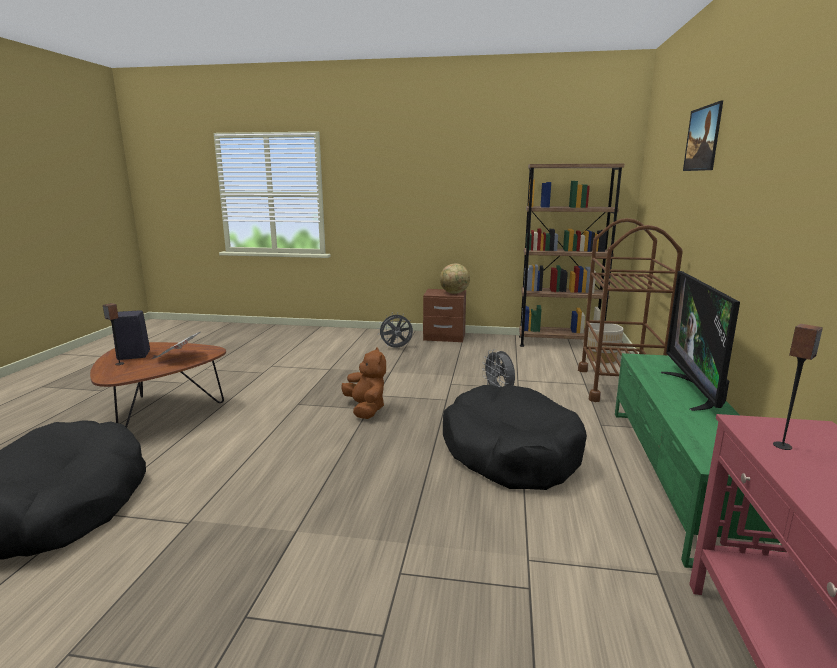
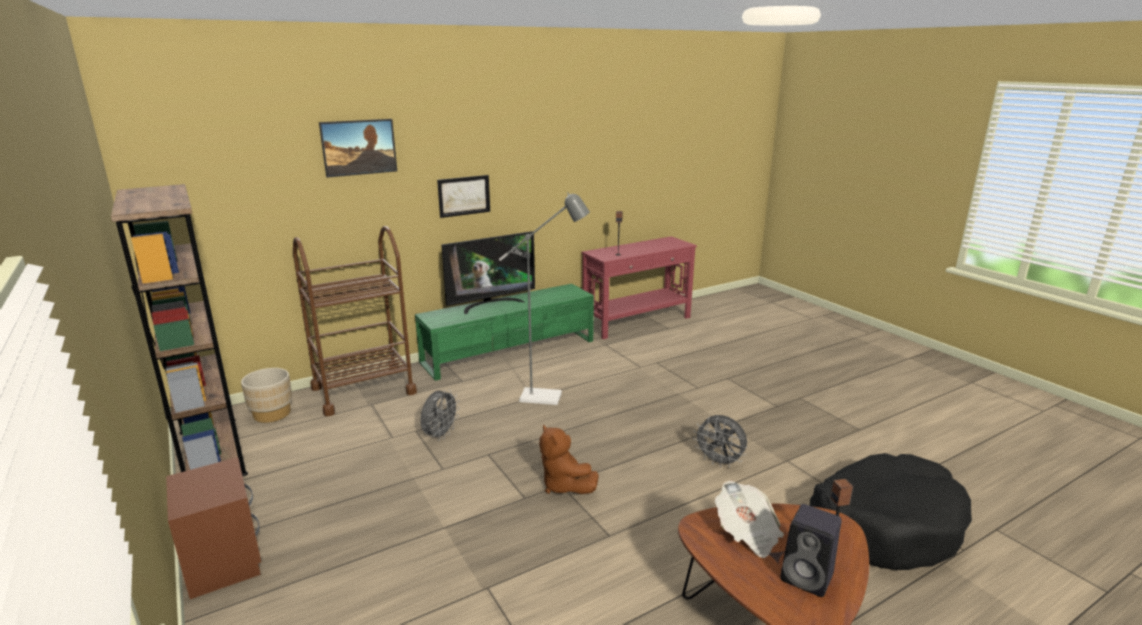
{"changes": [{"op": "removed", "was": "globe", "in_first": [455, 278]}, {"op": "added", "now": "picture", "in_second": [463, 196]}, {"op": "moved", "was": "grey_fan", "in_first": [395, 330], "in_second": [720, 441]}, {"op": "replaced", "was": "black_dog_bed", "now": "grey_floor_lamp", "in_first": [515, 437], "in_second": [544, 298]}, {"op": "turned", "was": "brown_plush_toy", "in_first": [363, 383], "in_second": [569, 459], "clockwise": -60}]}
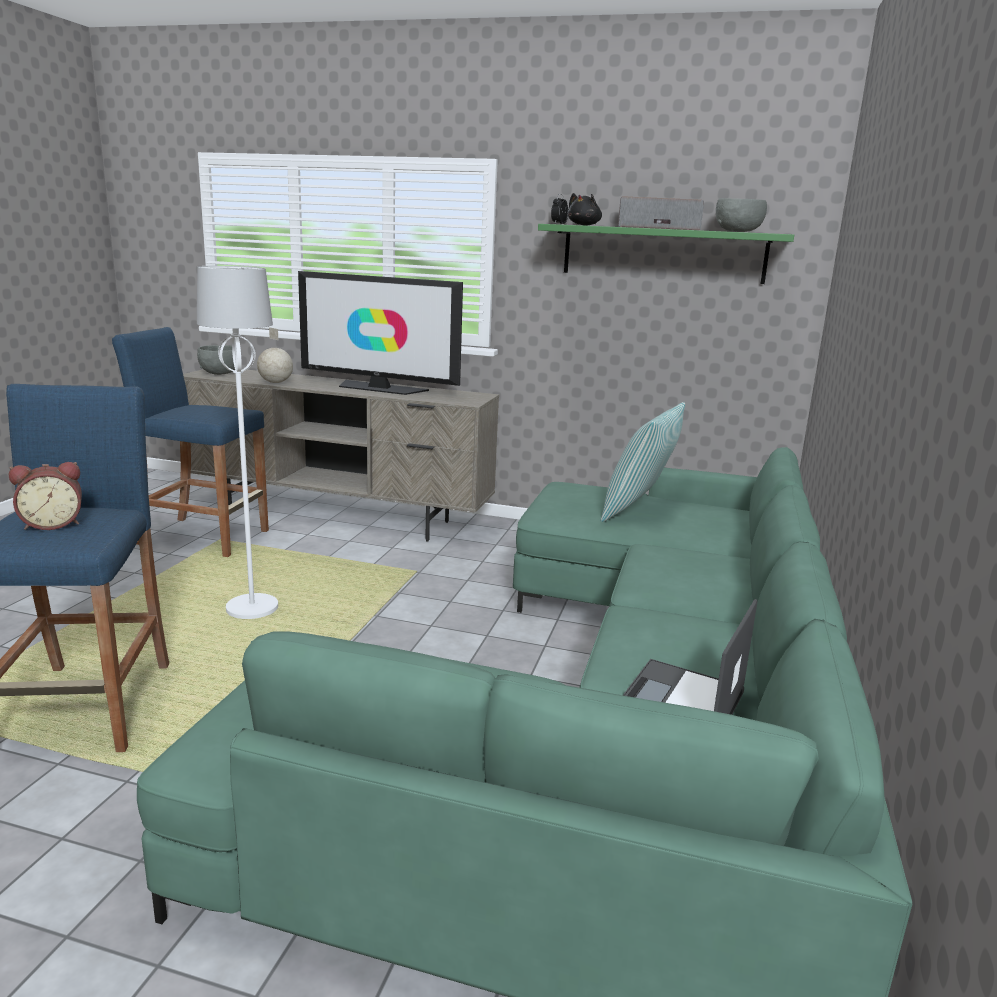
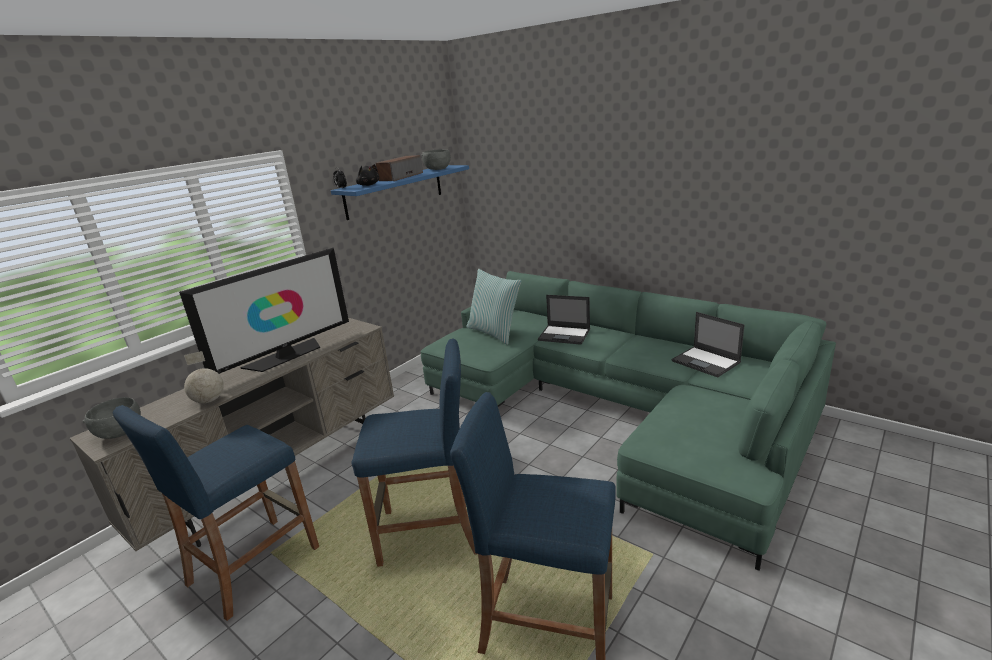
{"changes": [{"op": "removed", "was": "alarm_clock", "in_first": [45, 496]}, {"op": "added", "now": "laptop", "in_second": [564, 320]}, {"op": "replaced", "was": "white_floor_lamp", "now": "blue_stool", "in_first": [237, 442], "in_second": [414, 452]}, {"op": "recoloured", "was": "green_shelf", "now": "blue_shelf", "in_first": [666, 254], "in_second": [400, 192]}]}
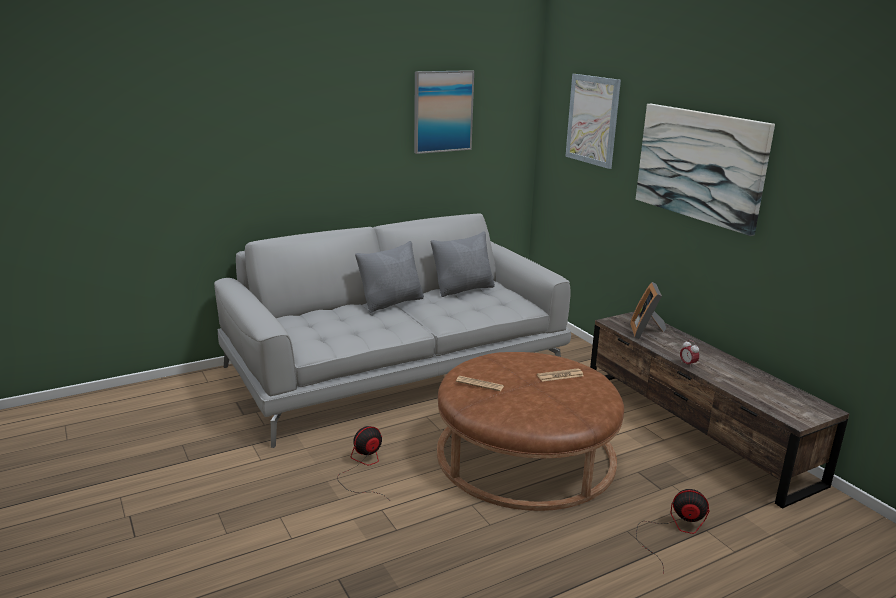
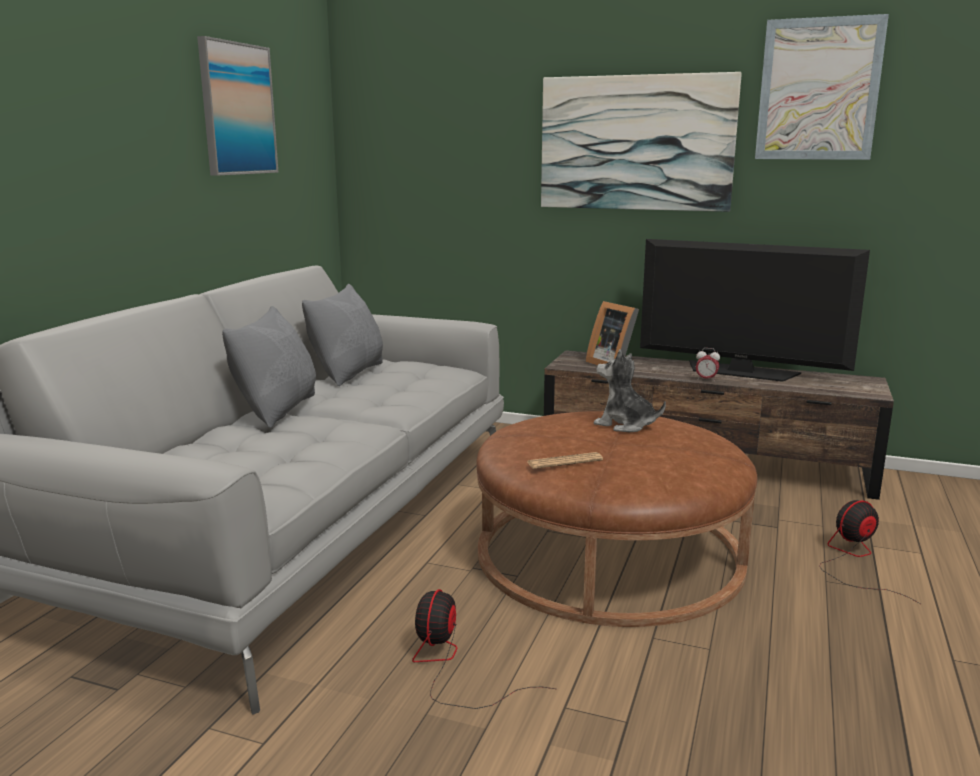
{"changes": [{"op": "added", "now": "television", "in_second": [755, 310]}, {"op": "moved", "was": "picture", "in_first": [593, 121], "in_second": [822, 87]}, {"op": "replaced", "was": "newspaper", "now": "plush_toy", "in_first": [560, 375], "in_second": [630, 390]}]}
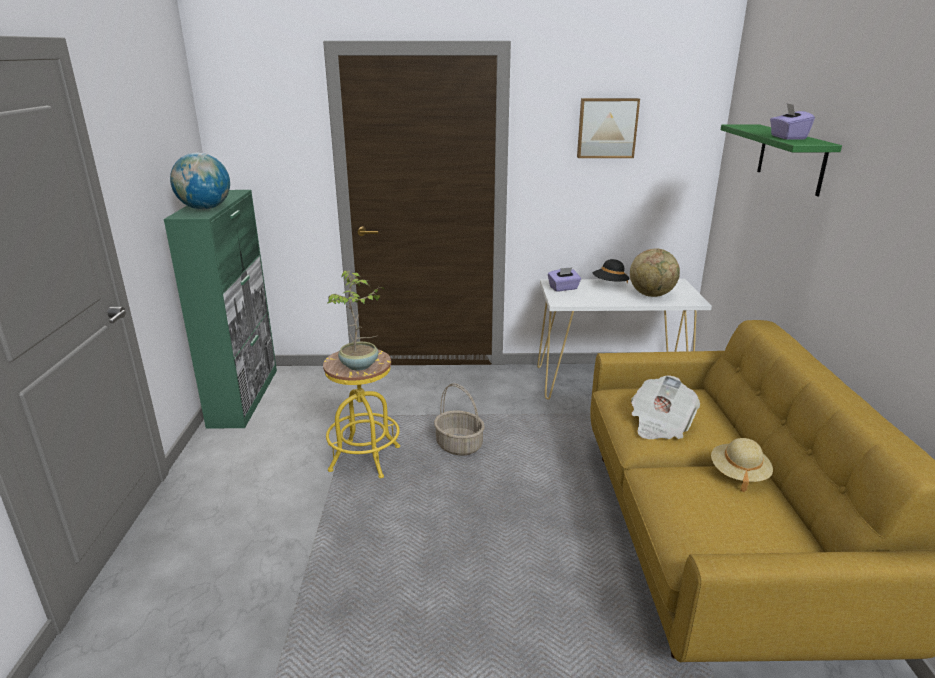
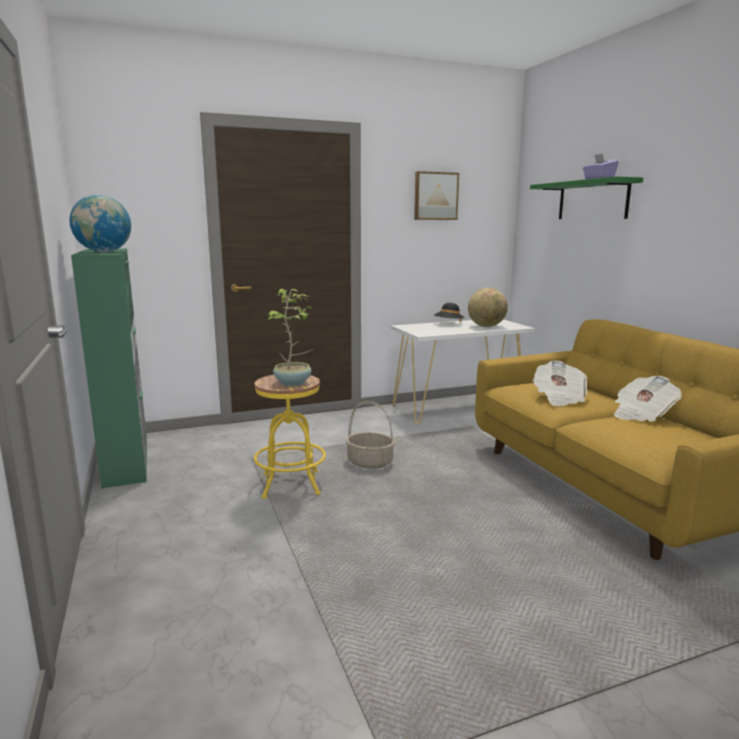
{"changes": [{"op": "removed", "was": "purple_tissue_box", "in_first": [564, 279]}, {"op": "replaced", "was": "beige_hat", "now": "newspaper", "in_first": [742, 465], "in_second": [648, 399]}]}
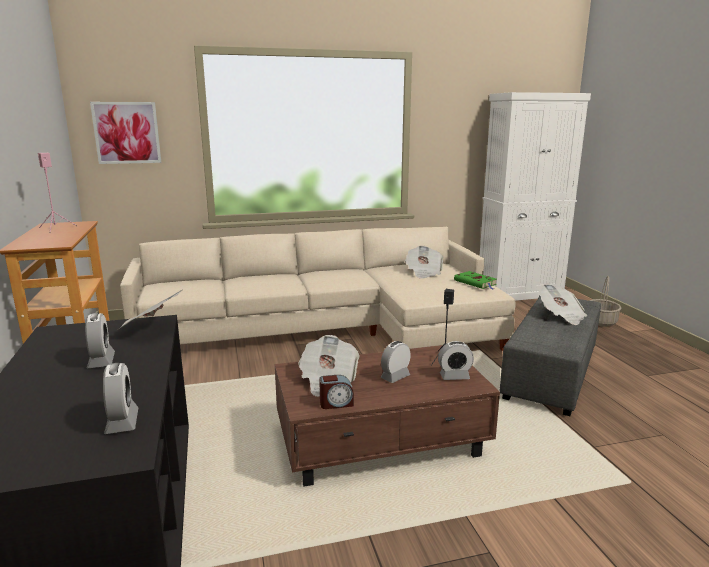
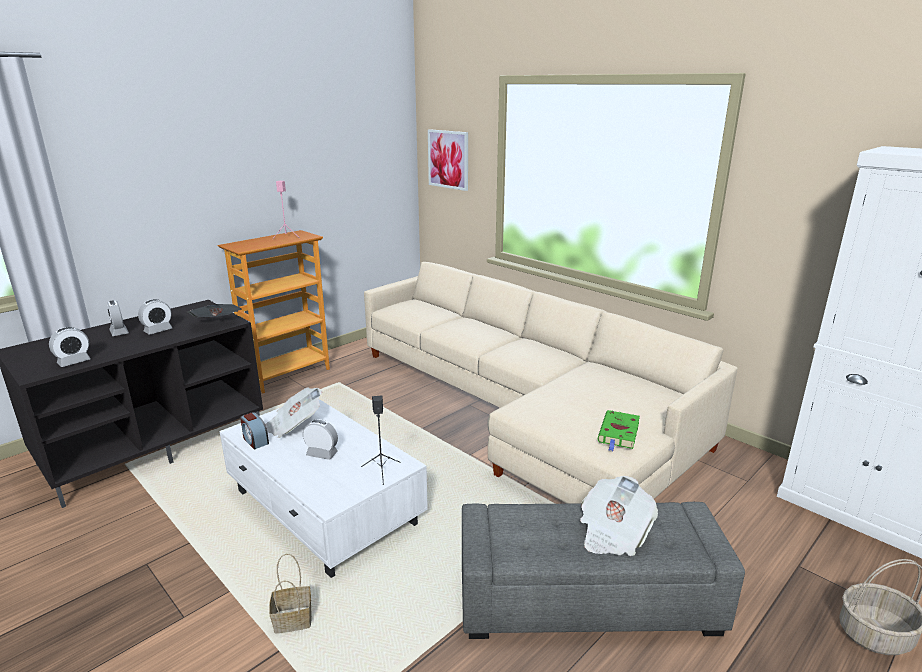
{"changes": [{"op": "removed", "was": "newspaper", "in_first": [424, 262]}, {"op": "added", "now": "basket", "in_second": [290, 593]}, {"op": "moved", "was": "alarm_clock", "in_first": [456, 360], "in_second": [118, 318]}, {"op": "recoloured", "was": "brown_coffee_table", "now": "white_coffee_table", "in_first": [387, 416], "in_second": [324, 488]}]}
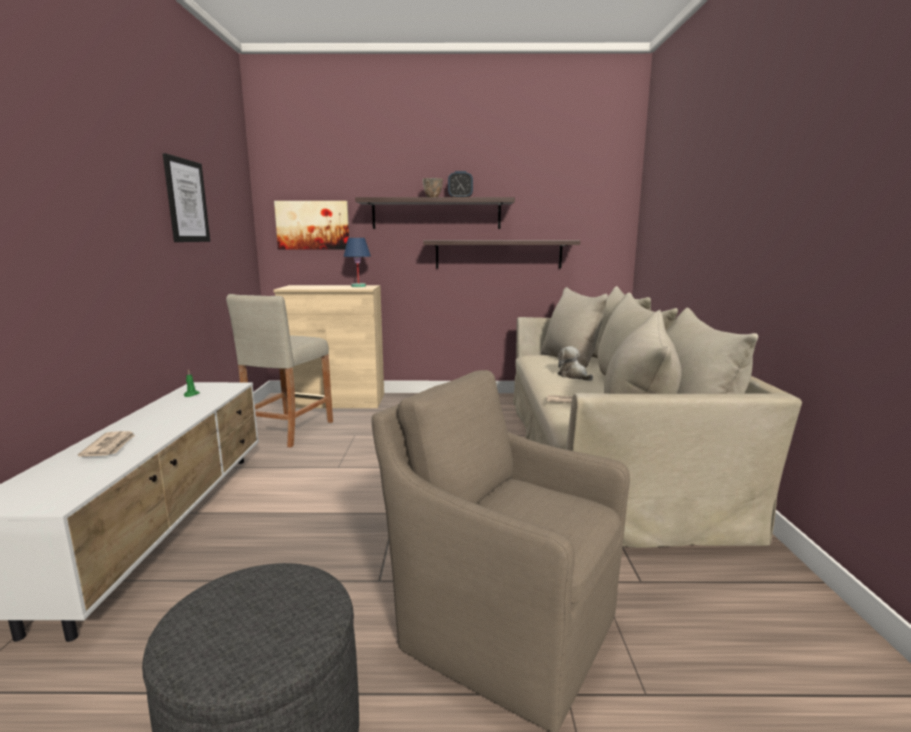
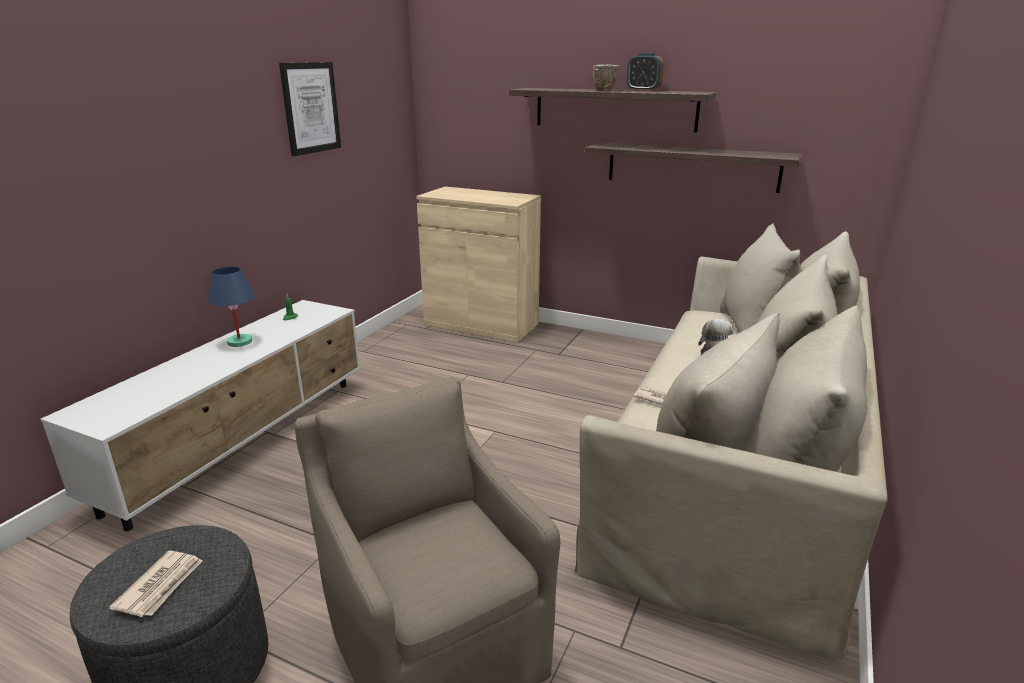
{"changes": [{"op": "removed", "was": "beige_stool", "in_first": [279, 371]}, {"op": "removed", "was": "picture", "in_first": [311, 225]}, {"op": "moved", "was": "newspaper", "in_first": [106, 444], "in_second": [156, 584]}, {"op": "moved", "was": "blue_table_lamp", "in_first": [357, 262], "in_second": [231, 306]}]}
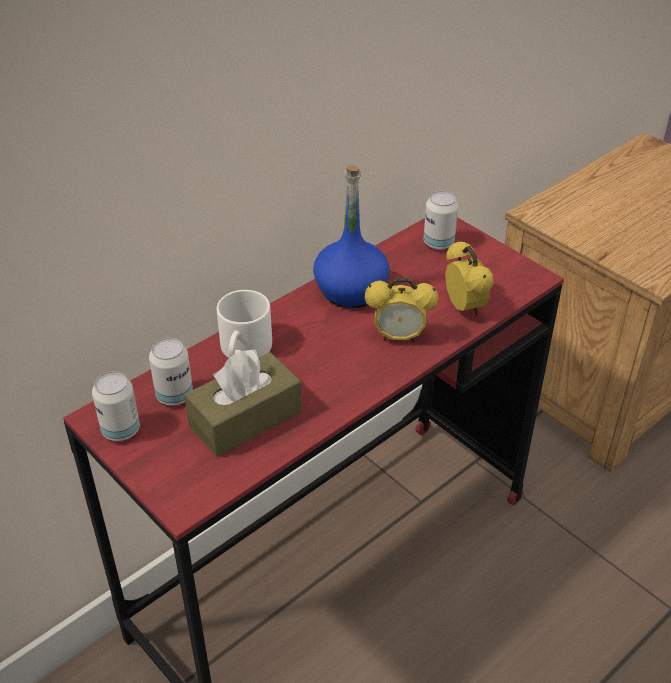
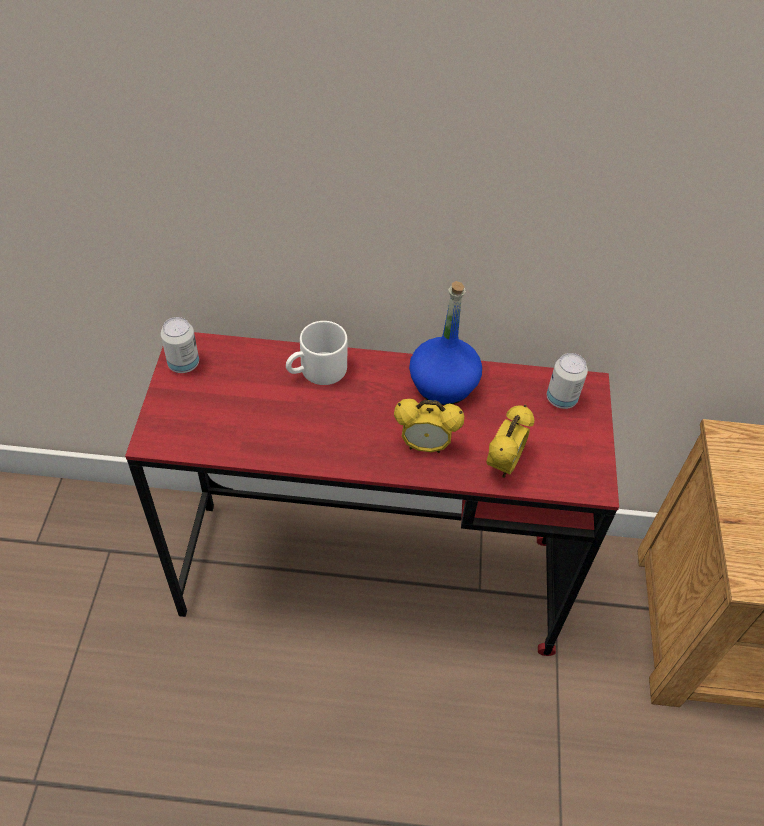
{"changes": [{"op": "removed", "was": "can", "in_first": [171, 371]}, {"op": "removed", "was": "brown_tissue_box", "in_first": [243, 403]}, {"op": "turned", "was": "alarm_clock", "in_first": [401, 310], "in_second": [429, 426], "clockwise": -45}]}
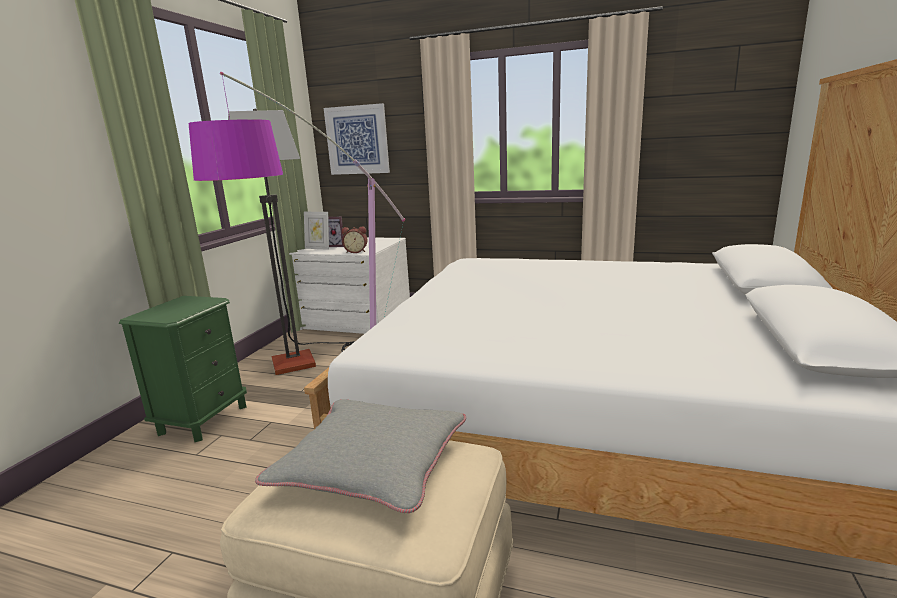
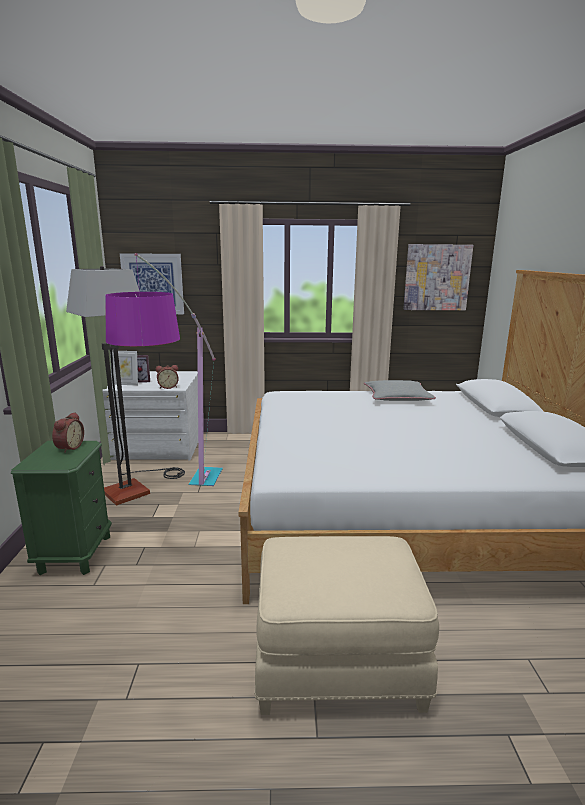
{"changes": [{"op": "added", "now": "alarm_clock", "in_second": [68, 432]}, {"op": "added", "now": "picture", "in_second": [438, 277]}, {"op": "moved", "was": "grey_pillow", "in_first": [360, 456], "in_second": [400, 390]}]}
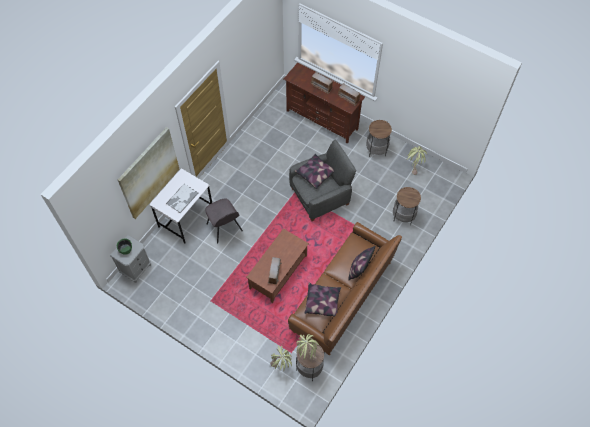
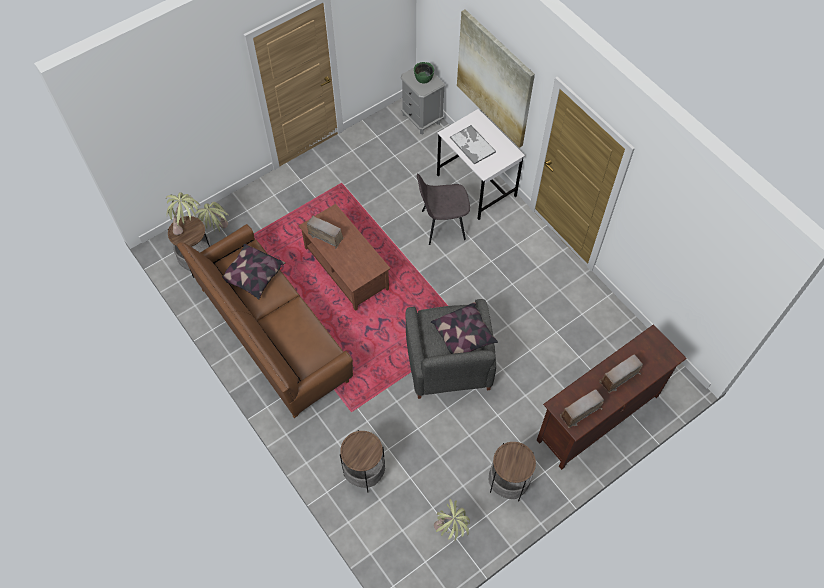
{"changes": [{"op": "removed", "was": "pillow", "in_first": [361, 263]}]}
